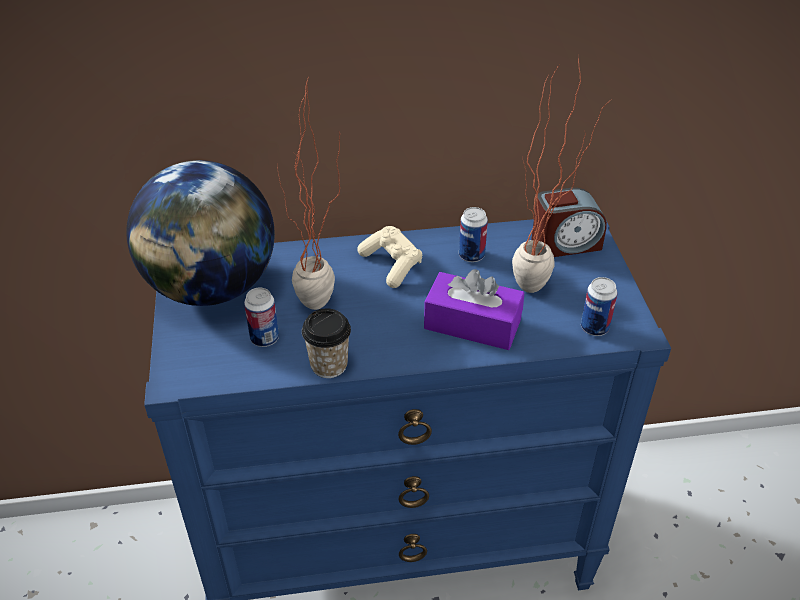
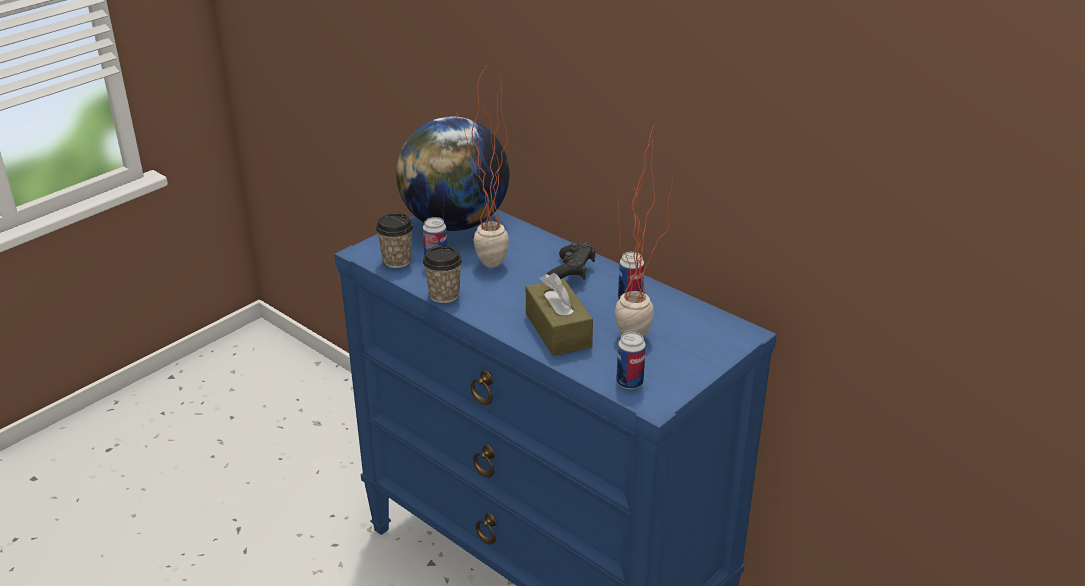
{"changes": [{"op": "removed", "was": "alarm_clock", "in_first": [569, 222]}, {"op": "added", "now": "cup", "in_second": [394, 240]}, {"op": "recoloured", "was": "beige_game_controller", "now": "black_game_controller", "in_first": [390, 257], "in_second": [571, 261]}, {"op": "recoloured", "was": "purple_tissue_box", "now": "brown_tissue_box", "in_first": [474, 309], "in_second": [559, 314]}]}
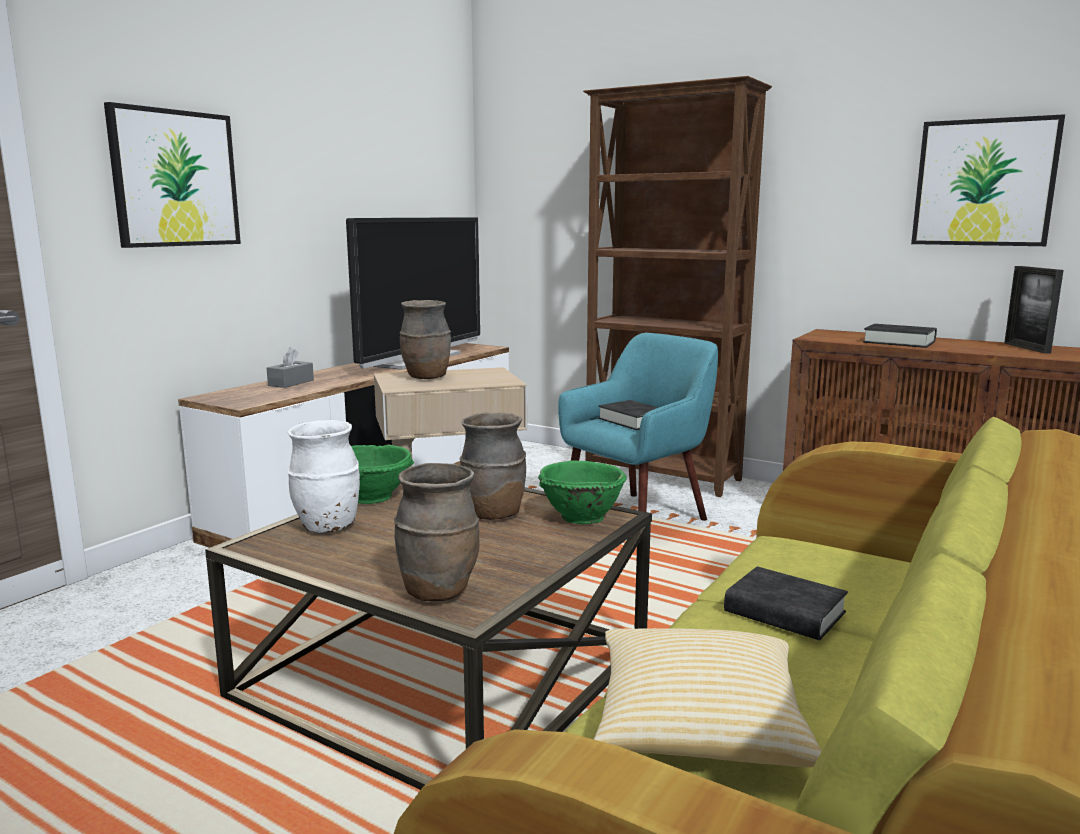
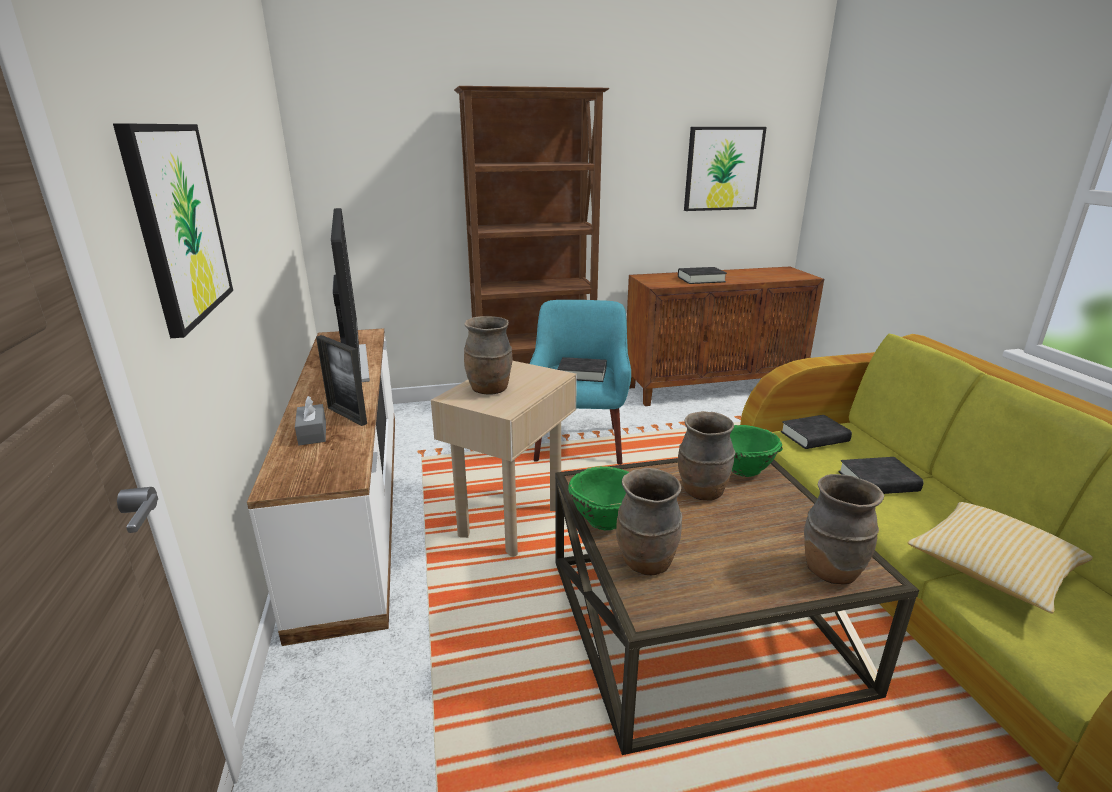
{"changes": [{"op": "added", "now": "black_book", "in_second": [816, 432]}, {"op": "moved", "was": "picture_frame", "in_first": [1034, 310], "in_second": [341, 380]}, {"op": "recoloured", "was": "white_vase", "now": "brown_vase", "in_first": [324, 476], "in_second": [649, 521]}]}
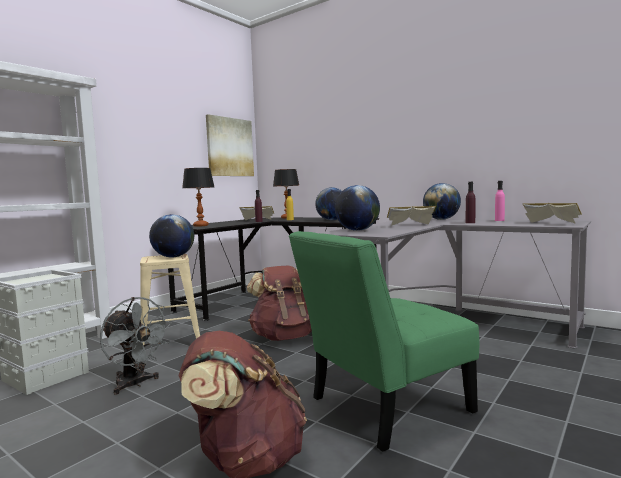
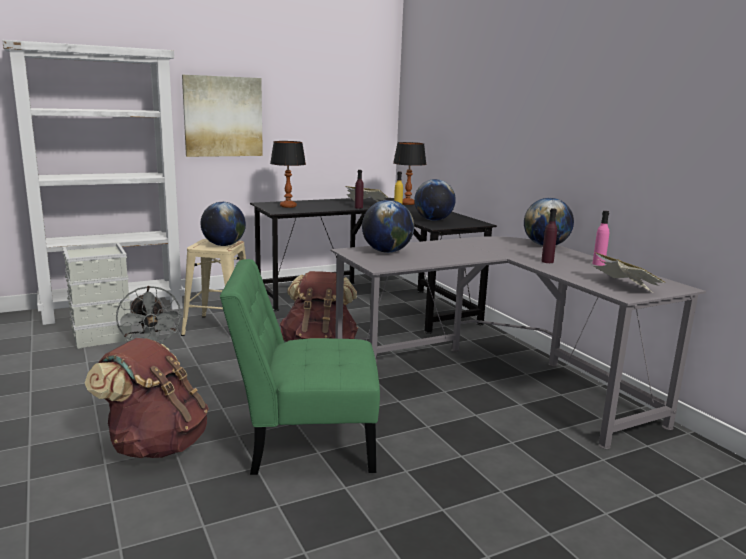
{"changes": [{"op": "removed", "was": "book", "in_first": [411, 216]}, {"op": "moved", "was": "picture", "in_first": [230, 145], "in_second": [222, 116]}]}
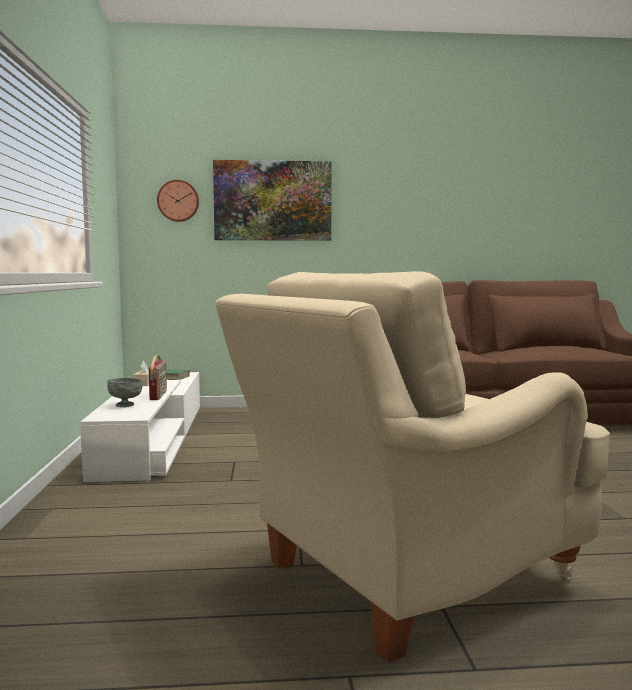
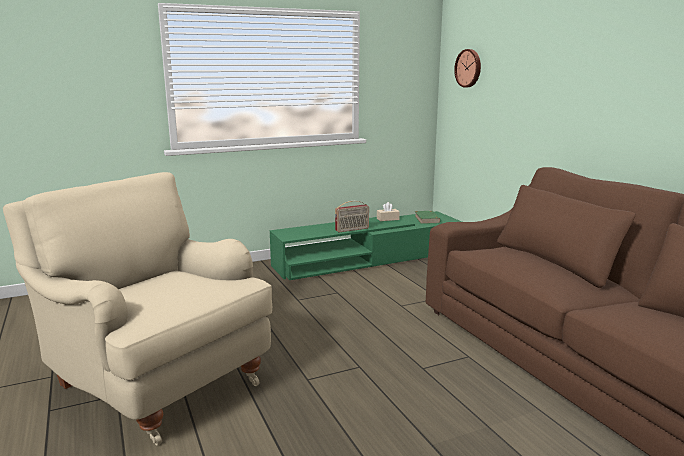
{"changes": [{"op": "removed", "was": "grey_bowl", "in_first": [125, 392]}, {"op": "removed", "was": "picture", "in_first": [272, 200]}, {"op": "recoloured", "was": "white_tv_stand", "now": "green_tv_stand", "in_first": [140, 427], "in_second": [366, 245]}]}
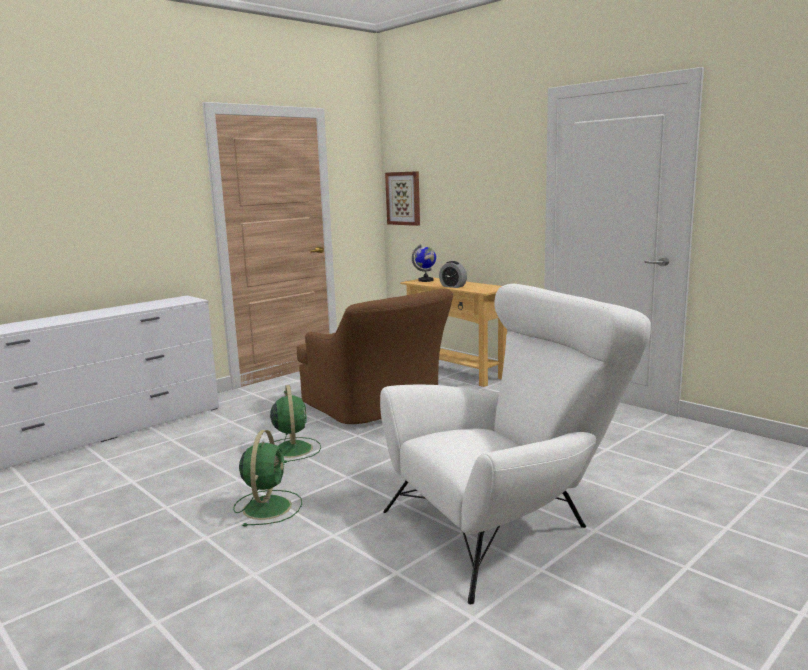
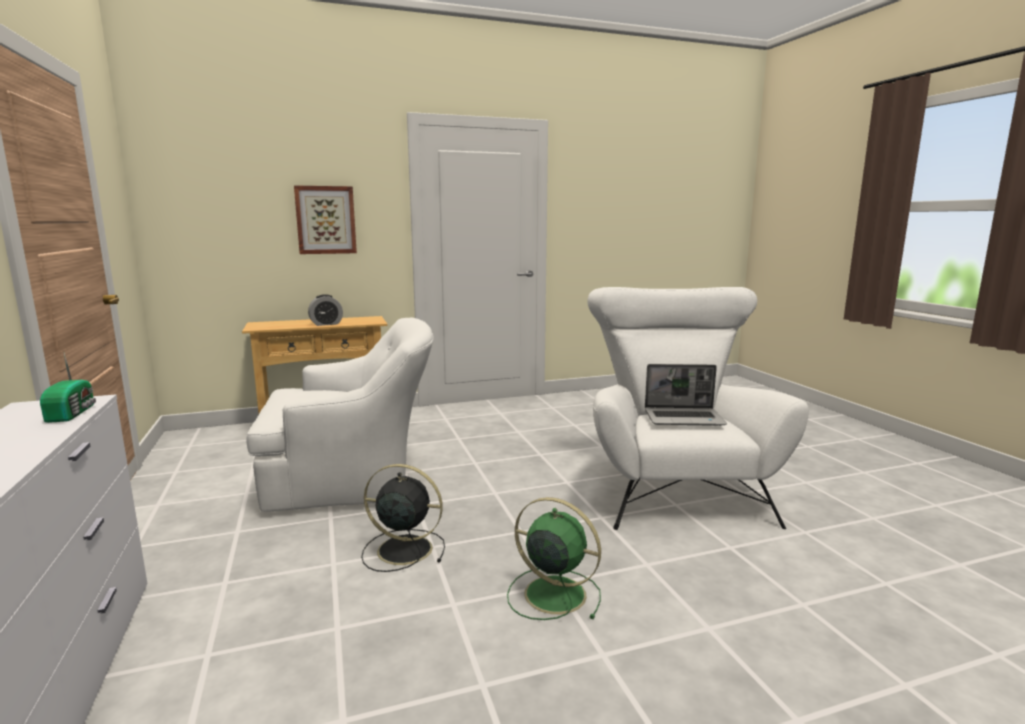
{"changes": [{"op": "removed", "was": "globe", "in_first": [424, 263]}, {"op": "added", "now": "radio", "in_second": [68, 388]}, {"op": "added", "now": "laptop", "in_second": [686, 395]}, {"op": "moved", "was": "picture", "in_first": [402, 198], "in_second": [325, 219]}, {"op": "recoloured", "was": "green_fan", "now": "black_fan", "in_first": [295, 424], "in_second": [403, 518]}, {"op": "recoloured", "was": "brown_armchair", "now": "white_armchair", "in_first": [375, 356], "in_second": [339, 415]}]}
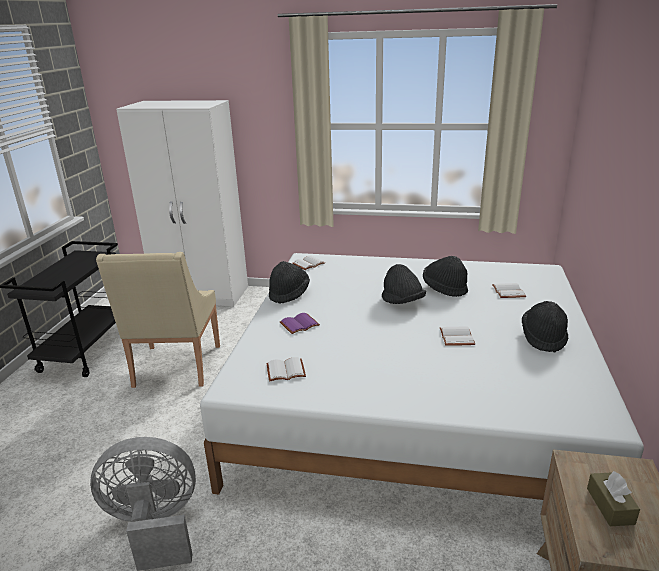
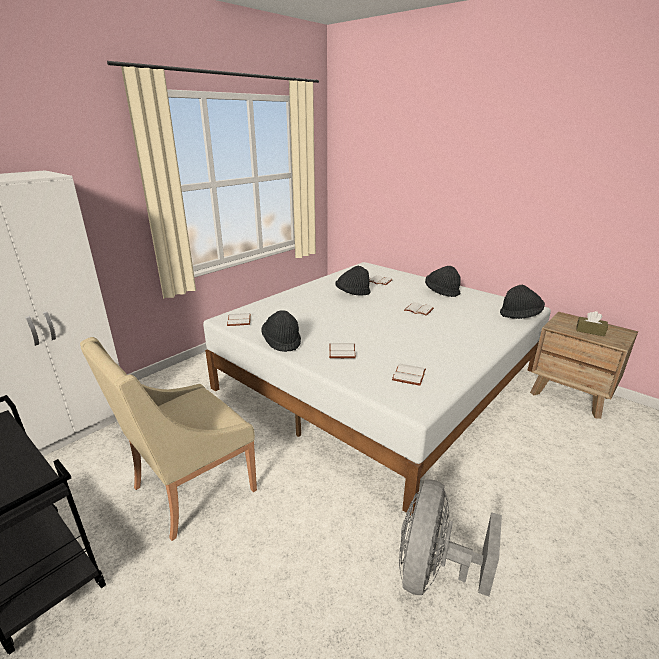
{"changes": [{"op": "moved", "was": "black_hat", "in_first": [404, 284], "in_second": [522, 302]}, {"op": "recoloured", "was": "purple_book", "now": "white_book", "in_first": [300, 323], "in_second": [342, 350]}, {"op": "turned", "was": "beige_armchair", "in_first": [158, 320], "in_second": [168, 439], "clockwise": 105}]}
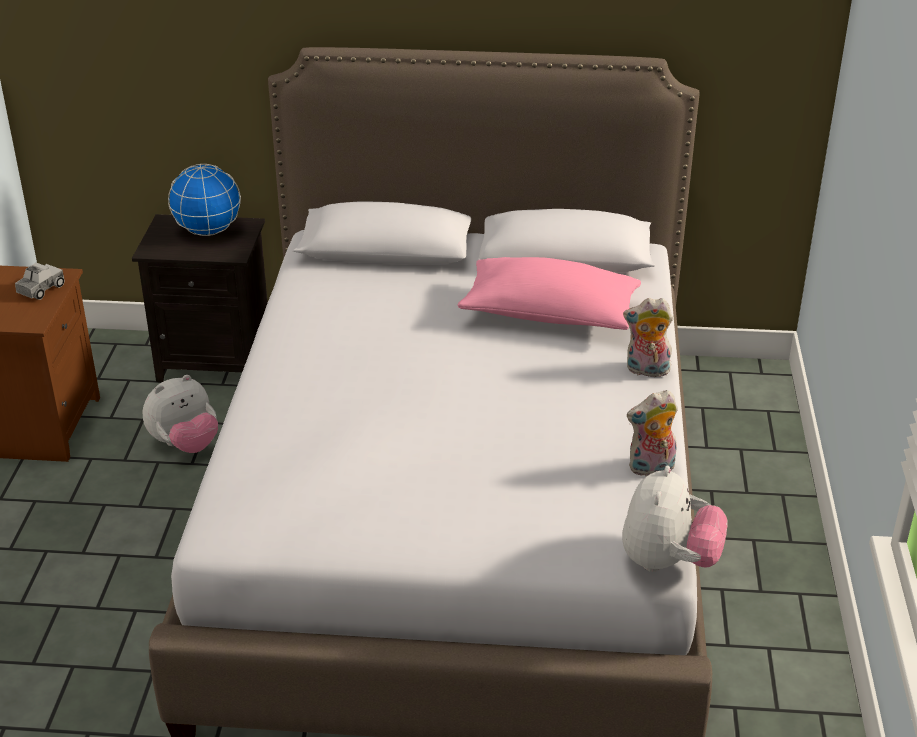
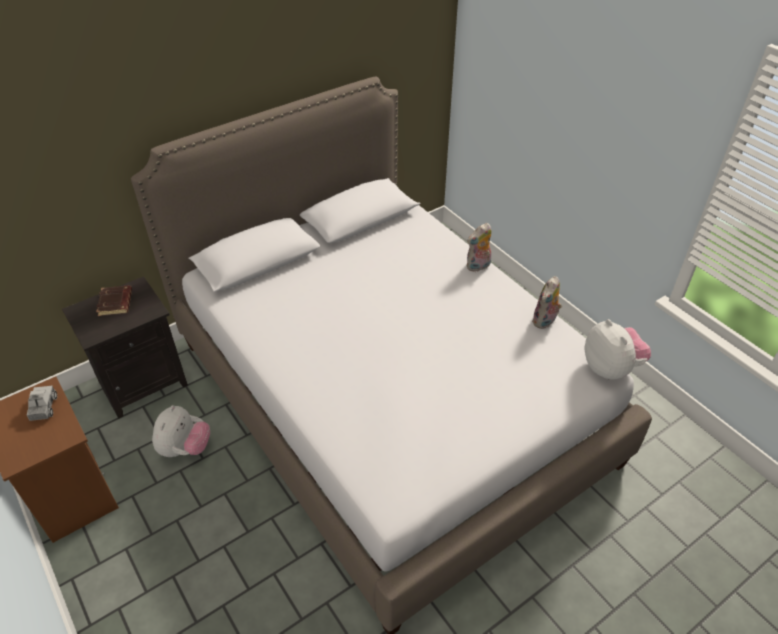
{"changes": [{"op": "removed", "was": "pink_pillow", "in_first": [549, 293]}, {"op": "replaced", "was": "globe", "now": "brown_book", "in_first": [204, 200], "in_second": [114, 301]}]}
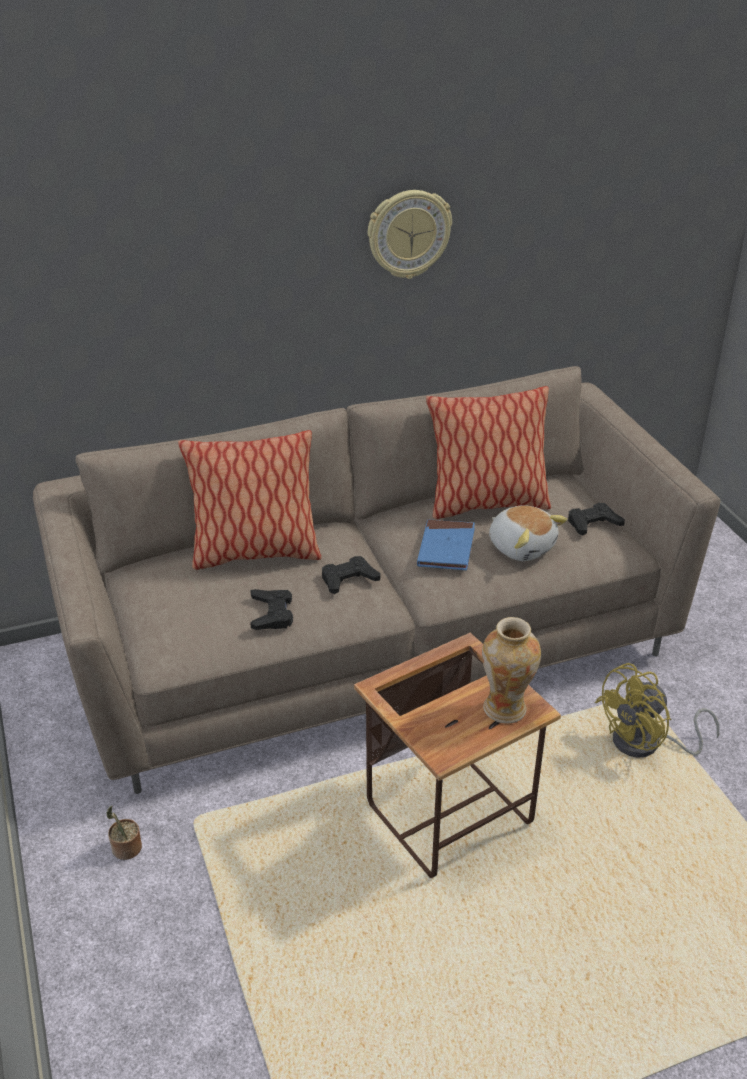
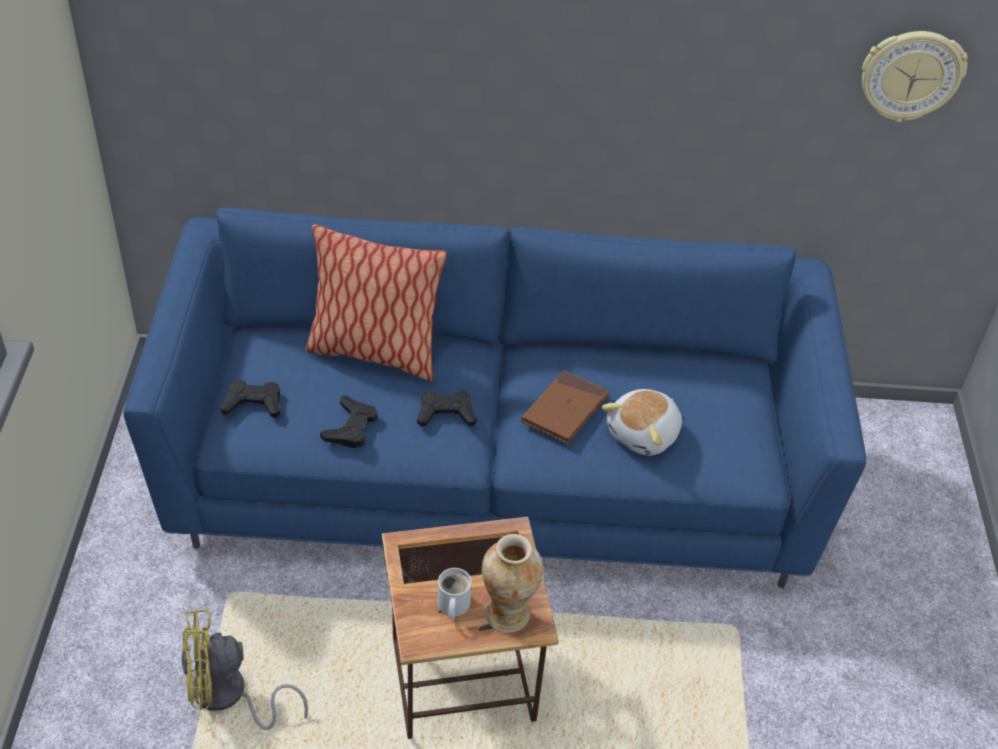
{"changes": [{"op": "removed", "was": "potted_plant", "in_first": [124, 833]}, {"op": "removed", "was": "pillow", "in_first": [488, 452]}, {"op": "added", "now": "white_mug", "in_second": [454, 593]}, {"op": "moved", "was": "wall_clock", "in_first": [410, 234], "in_second": [915, 76]}, {"op": "moved", "was": "black_game_controller", "in_first": [596, 519], "in_second": [250, 399]}, {"op": "moved", "was": "yellow_fan", "in_first": [657, 710], "in_second": [244, 669]}, {"op": "recoloured", "was": "beige_sofa", "now": "blue_sofa", "in_first": [376, 580], "in_second": [494, 397]}, {"op": "recoloured", "was": "blue_book", "now": "brown_book", "in_first": [446, 544], "in_second": [565, 407]}, {"op": "turned", "was": "plush_toy", "in_first": [528, 533], "in_second": [641, 422], "clockwise": 60}]}
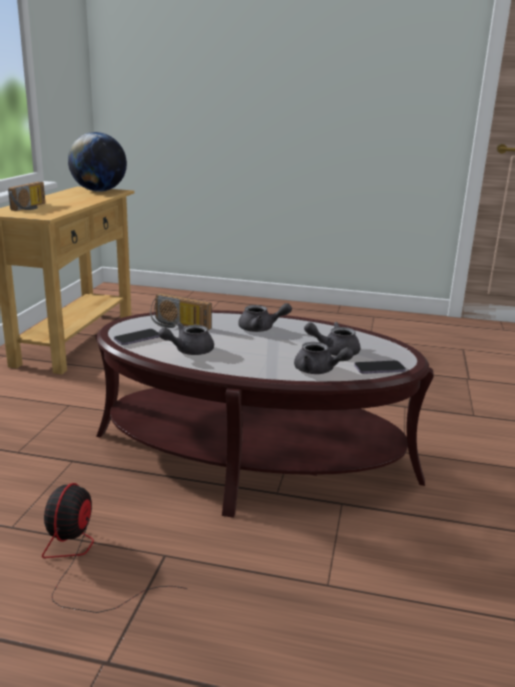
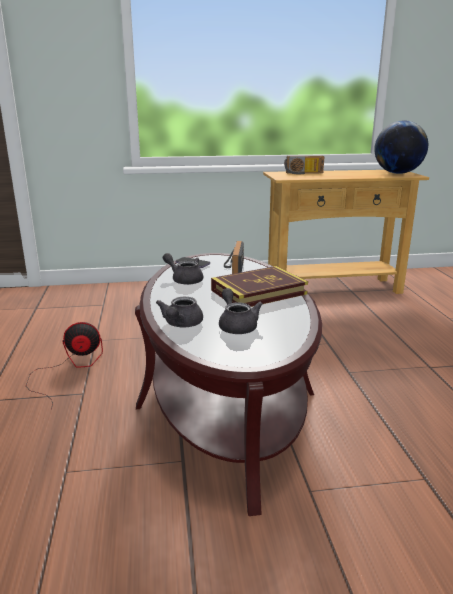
{"changes": [{"op": "removed", "was": "phone", "in_first": [380, 367]}, {"op": "replaced", "was": "grey_teapot", "now": "book", "in_first": [265, 317], "in_second": [259, 286]}]}
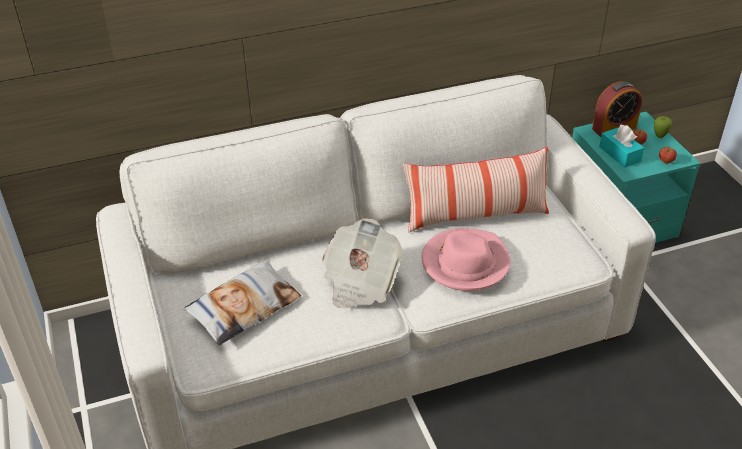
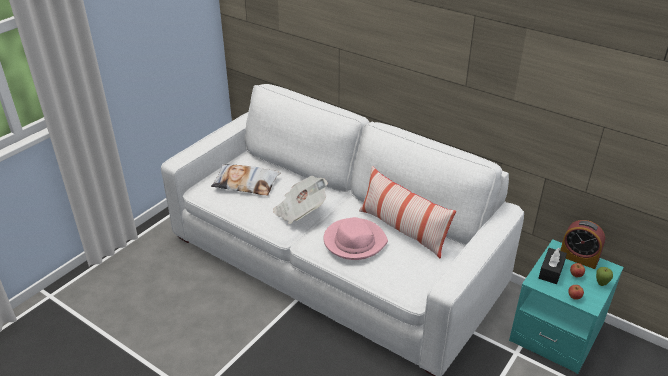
{"changes": [{"op": "recoloured", "was": "turquoise_tissue_box", "now": "black_tissue_box", "in_first": [621, 146], "in_second": [553, 266]}]}
